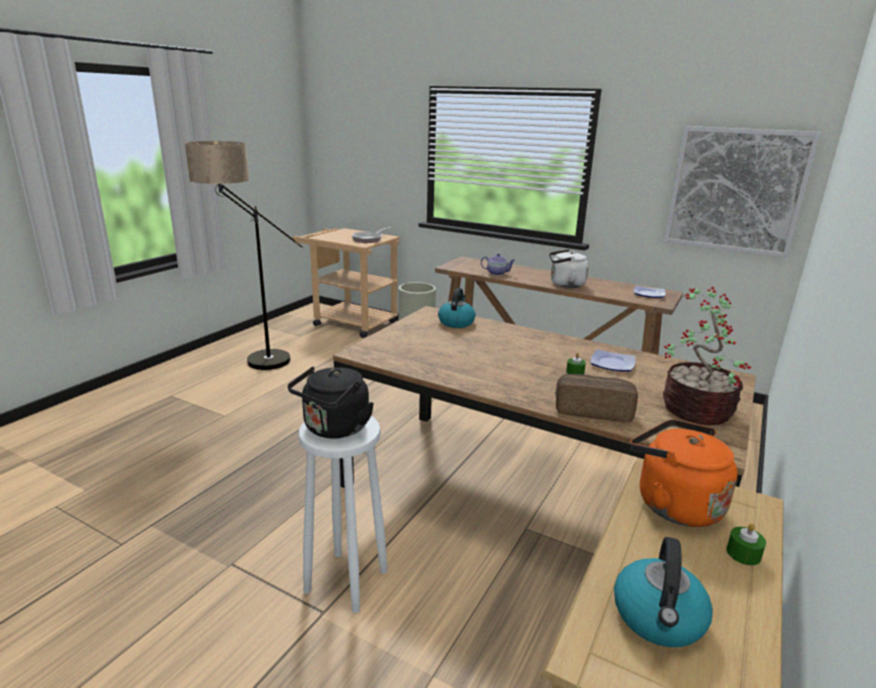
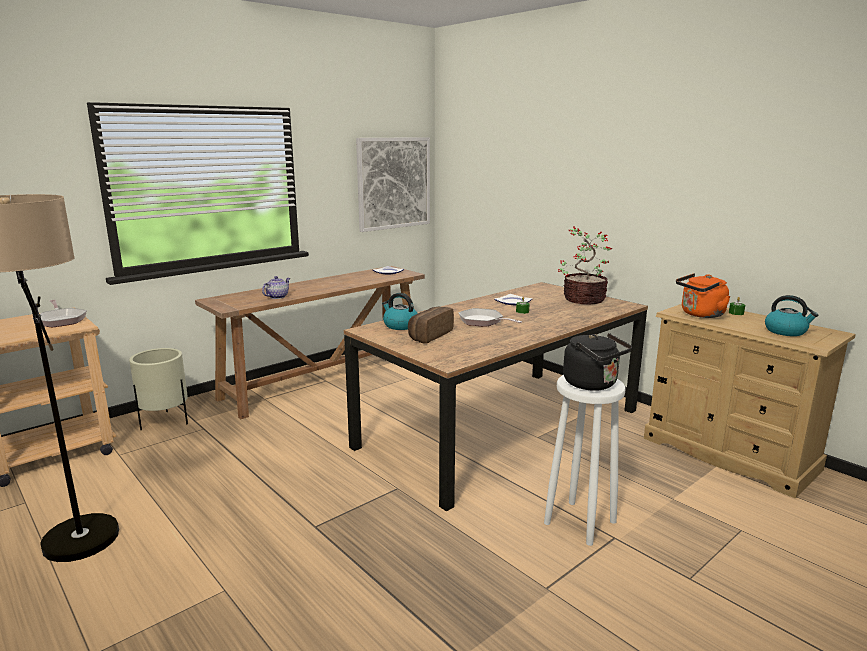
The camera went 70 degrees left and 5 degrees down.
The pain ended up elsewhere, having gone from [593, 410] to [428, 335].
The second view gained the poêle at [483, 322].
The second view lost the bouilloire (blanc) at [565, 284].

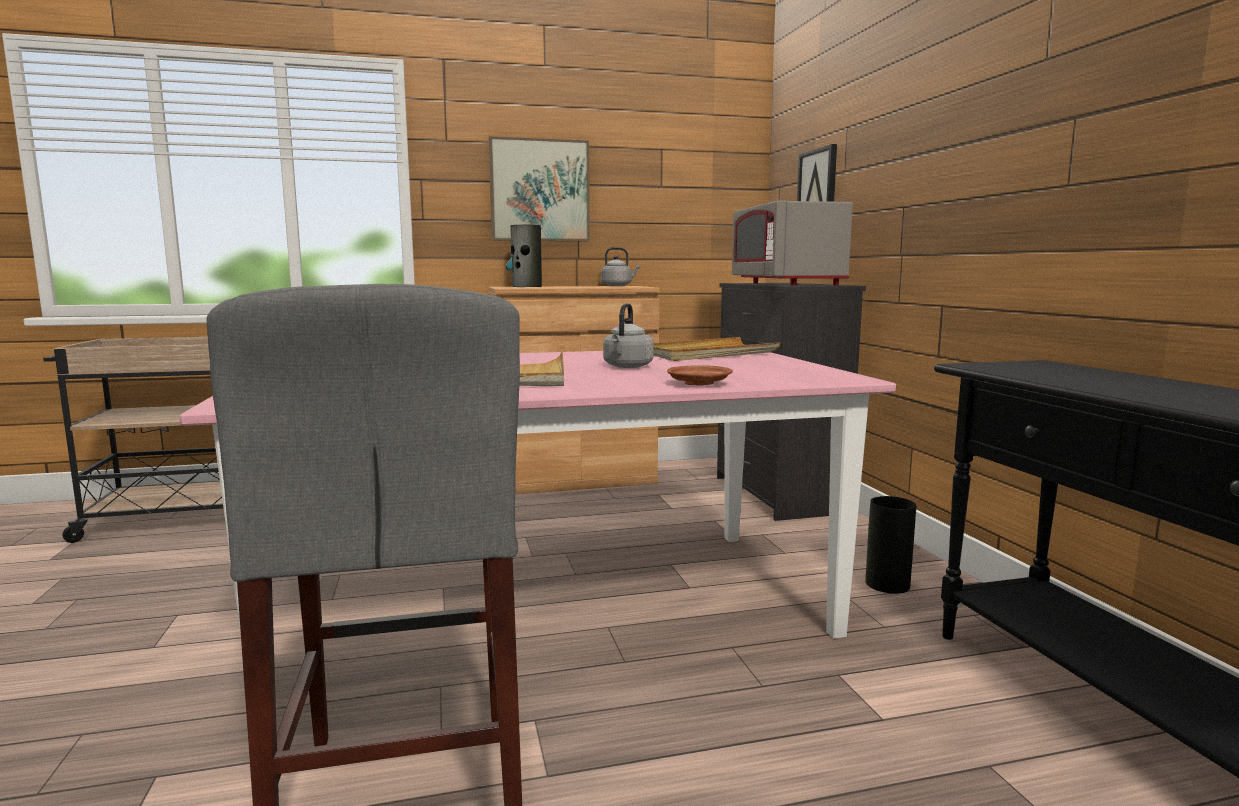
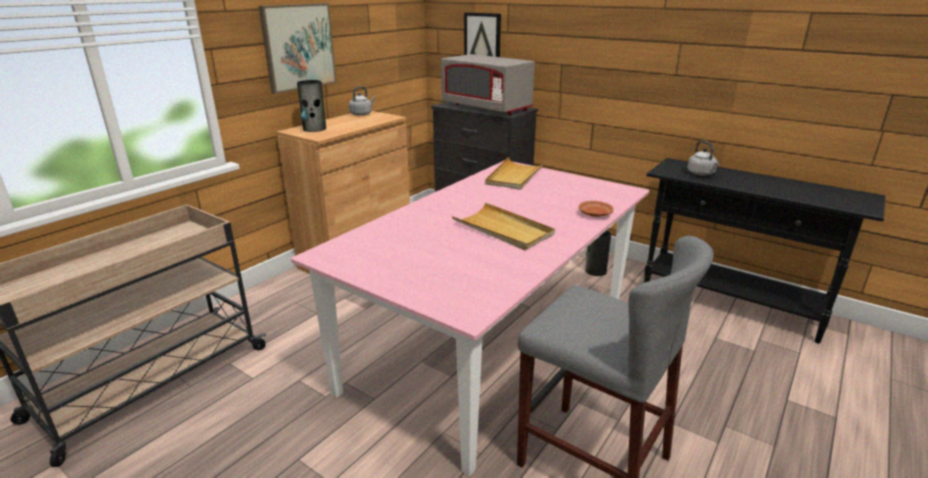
The camera went 40 degrees left and 15 degrees up.
The bouilloire (gris) ended up elsewhere, having gone from [627, 367] to [701, 174].

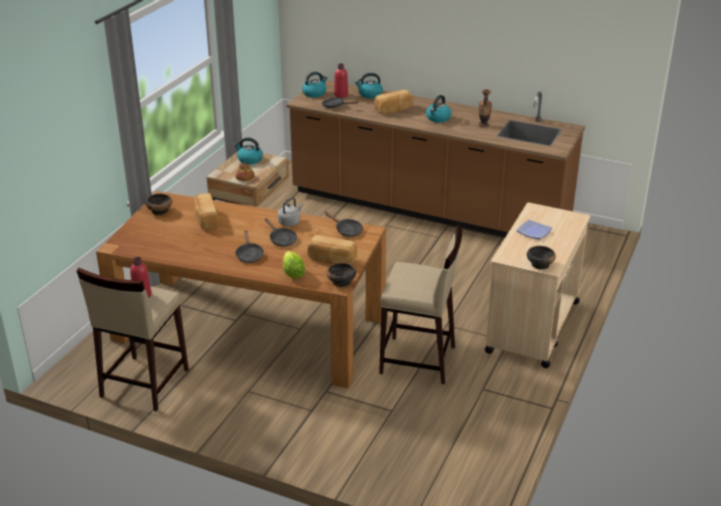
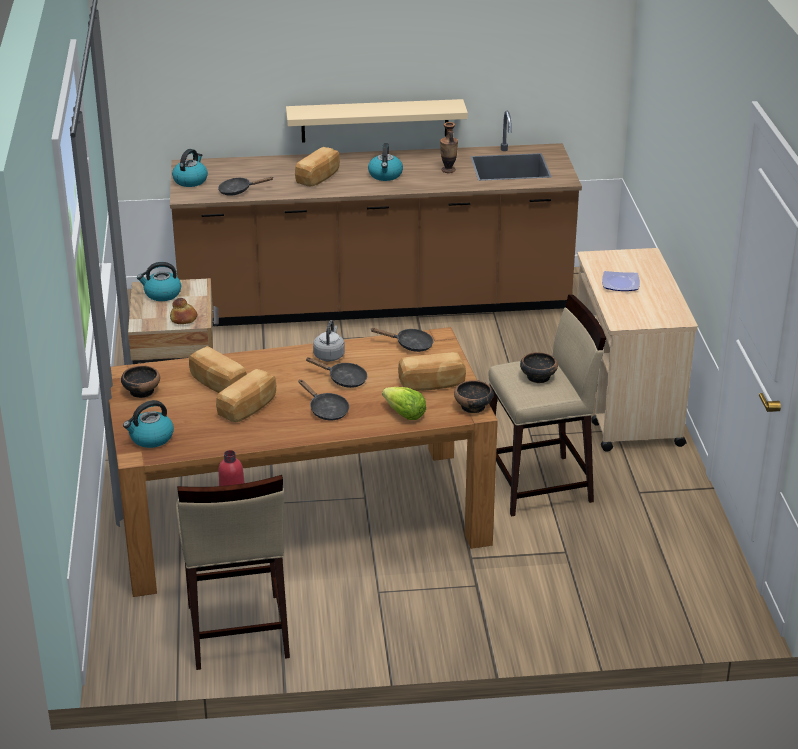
The camera went 30 degrees left and 0 degrees up.
The bouilloire ended up elsewhere, having gone from [369, 94] to [151, 438].
The second view gained the pain at [249, 408].
The second view gained the étagère (beige) at [375, 120].
The bol ended up elsewhere, having gone from [539, 264] to [537, 377].
The second view lost the bouteille (rouge) at [341, 95].

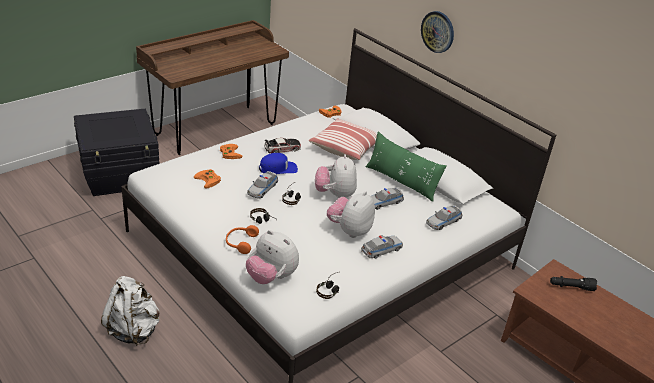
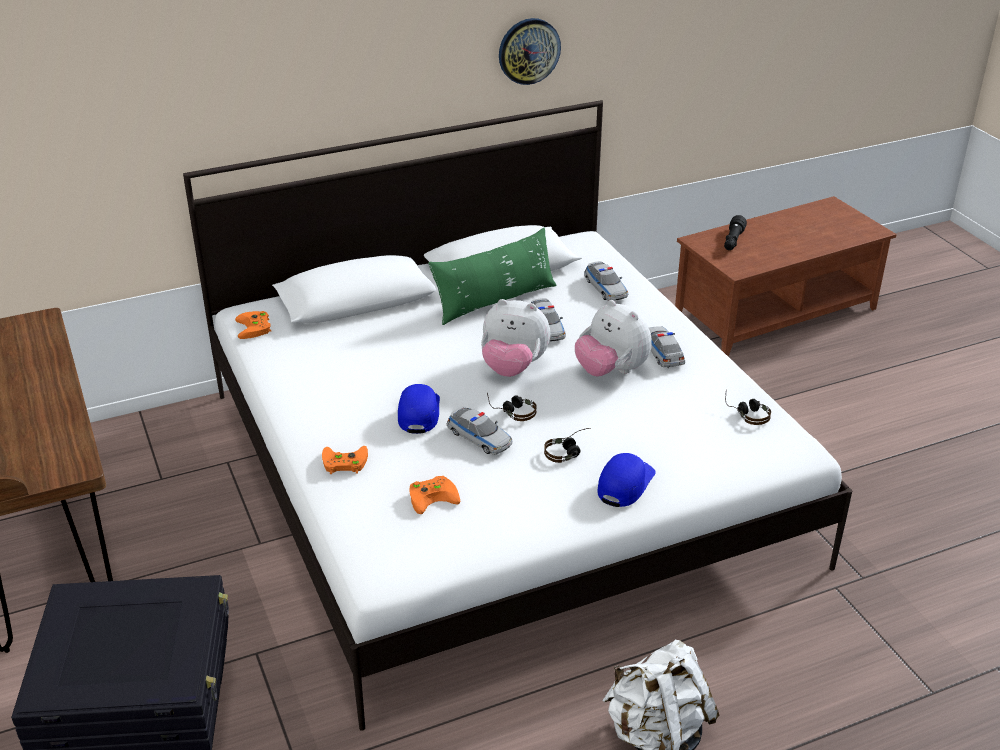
The camera went 70 degrees left and 0 degrees up.
The horloge murale ended up elsewhere, having gone from [438, 32] to [528, 51].
Where the casque audio (orange) stood at [240, 243], the casquette (bleu) came to stand at [625, 483].
The second view lost the peluche at [271, 277].
The second view lost the petite voiture at [282, 148].
The second view lost the coussin at [346, 147].

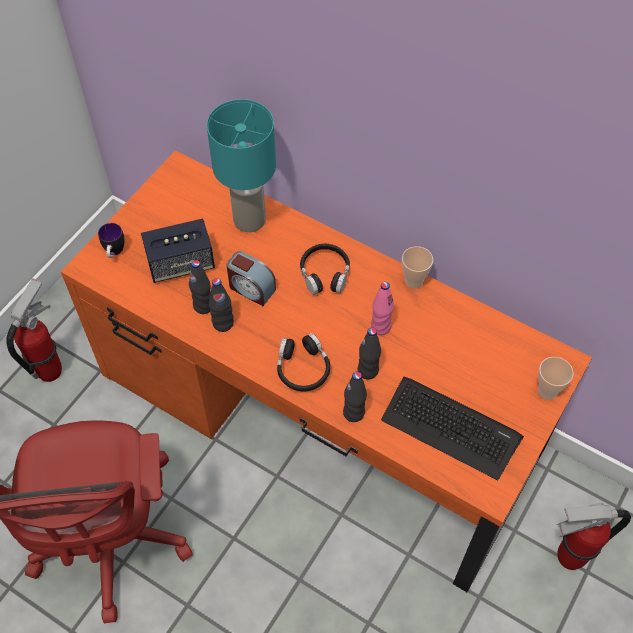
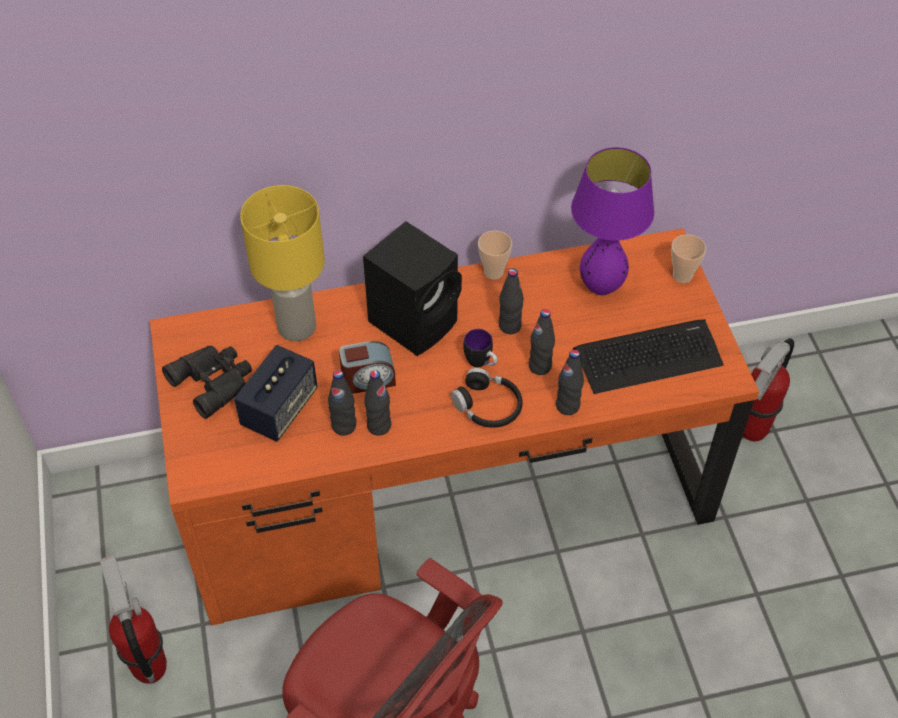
The camera went 45 degrees left and 5 degrees down.
The second view gained the jumelles (noir) at [214, 381].
What was the lampe de table (turquoise) at [250, 220] turned into the lampe de table (jaune) at [297, 326].
Where the casque audio (noir) stood at [325, 274], the enceinte (noir) came to stand at [415, 320].
The mug ended up elsewhere, having gone from [114, 253] to [481, 363].
What was the bouteille (rose) at [380, 327] turned into the bouteille (noir) at [509, 326].
The second view gained the lampe de table (violet) at [601, 287].

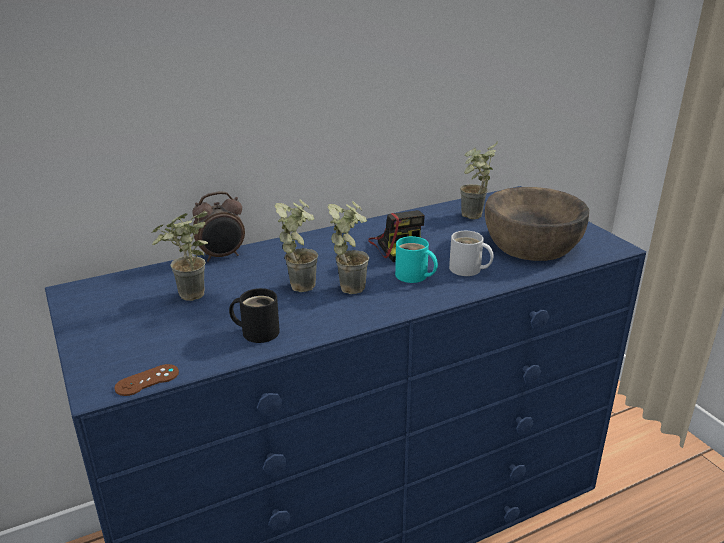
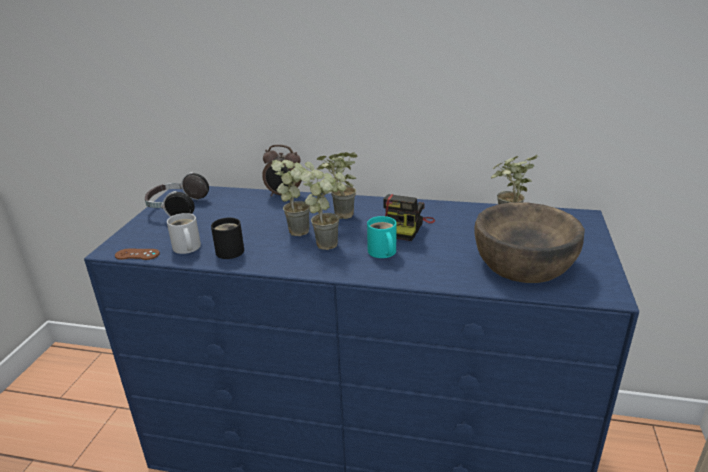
The camera went 40 degrees right and 0 degrees up.
The second view gained the casque audio at [177, 209].
The mug (blanc) ended up elsewhere, having gone from [467, 270] to [186, 248].
The plante en pot ended up elsewhere, having gone from [188, 299] to [339, 216].

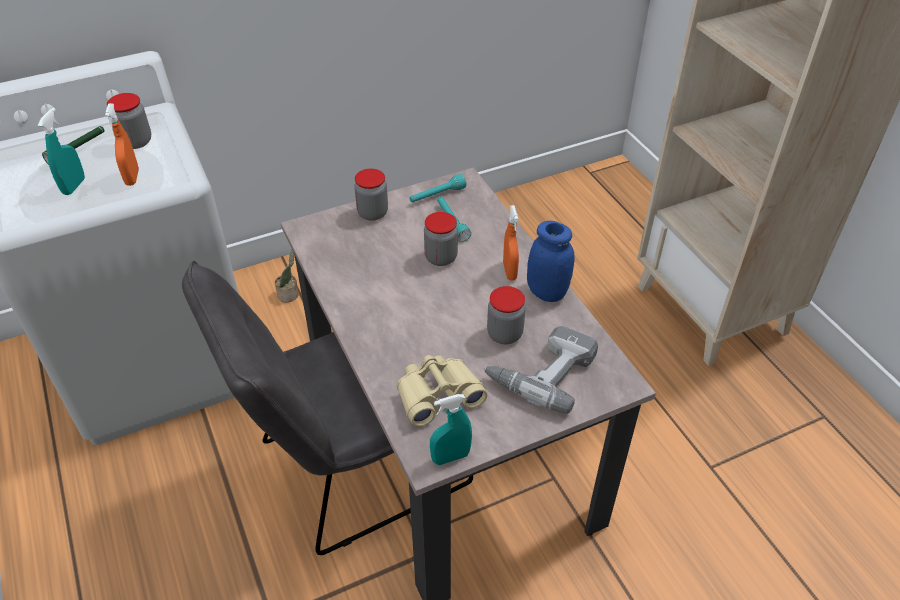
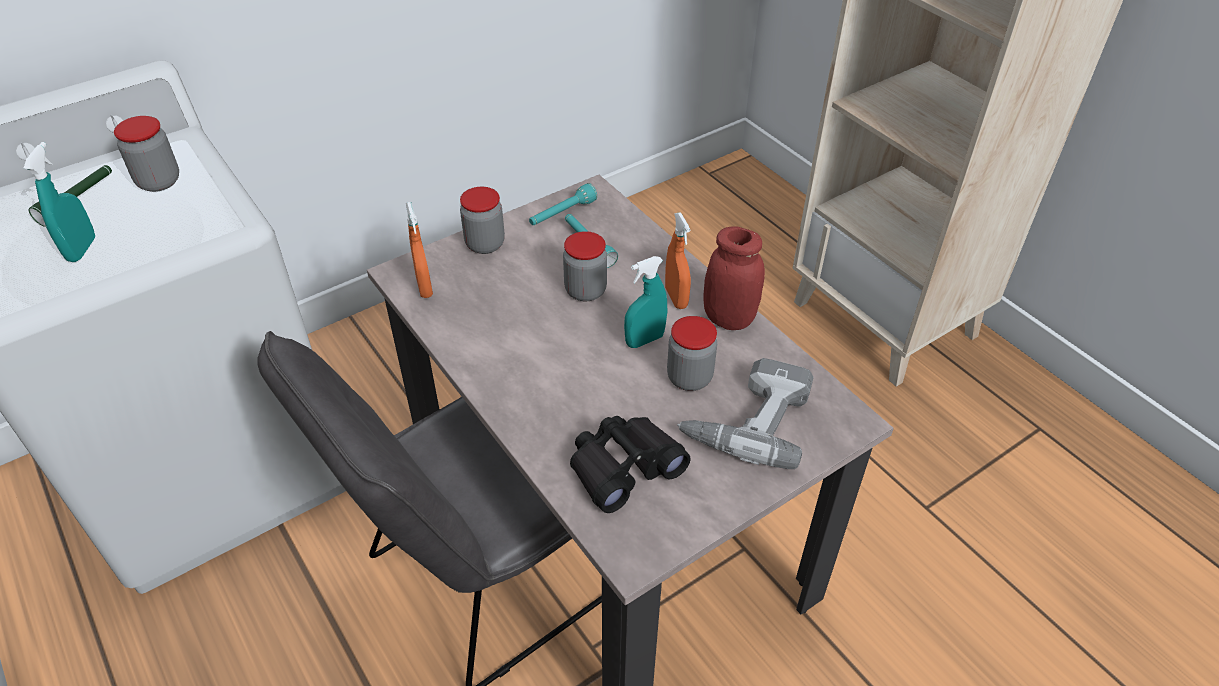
The camera went 10 degrees left and 0 degrees up.
The vaporisateur (orange) ended up elsewhere, having gone from [132, 177] to [424, 287].
What was the jumelles (beige) at [438, 395] turned into the jumelles (noir) at [624, 467].
The vaporisateur (turquoise) ended up elsewhere, having gone from [450, 457] to [644, 340].
What was the bocal (bleu) at [547, 292] turned into the bocal (rouge) at [729, 318].
The second view lost the plante en pot at [289, 294].

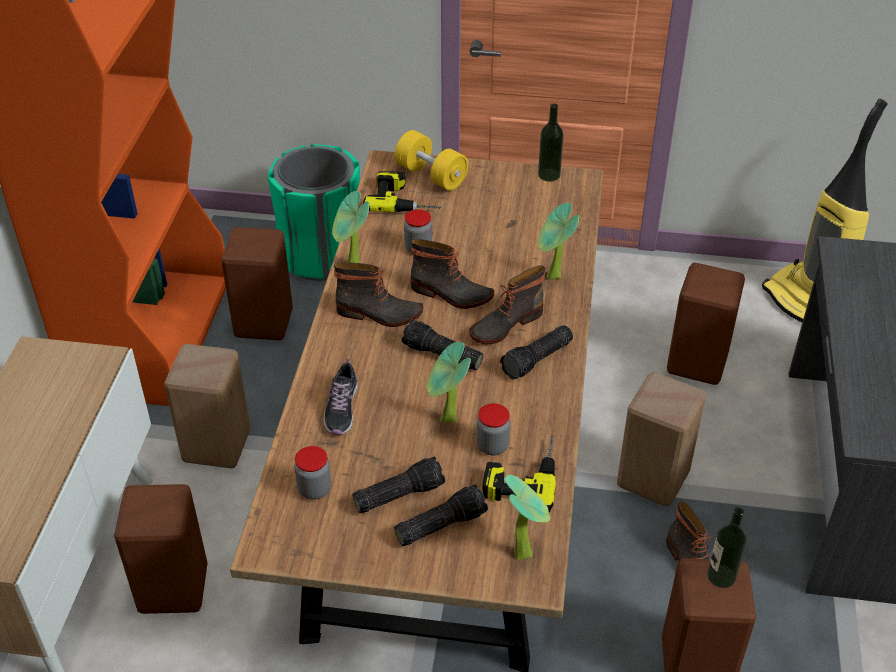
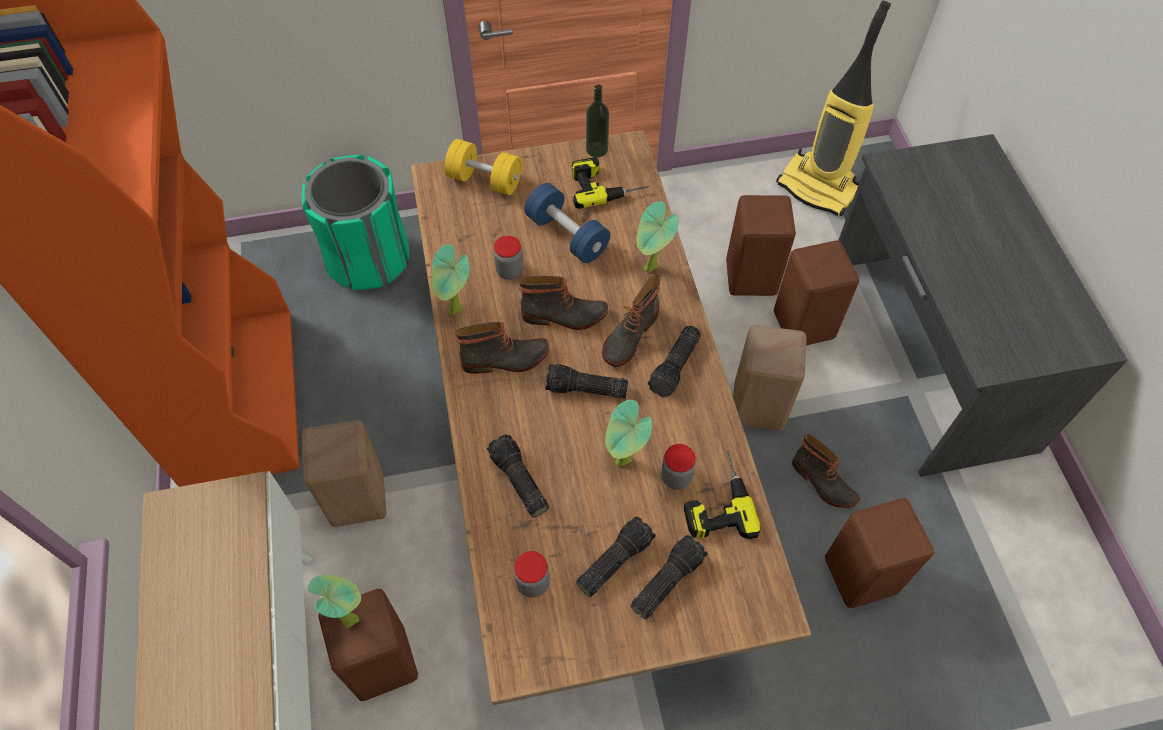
The camera went 20 degrees left and 15 degrees up.
The plante en pot ended up elsewhere, having gone from [524, 551] to [351, 617].
Where the chaussure stood at [341, 408], the lampe de poche came to stand at [518, 481].
The second view gained the haltère (bleu) at [567, 235].
The perceuse ended up elsewhere, having gone from [404, 199] to [606, 184].
The tabouret (marron) ended up elsewhere, having gone from [262, 322] to [801, 324].
The second view lost the bouteille at [721, 576].

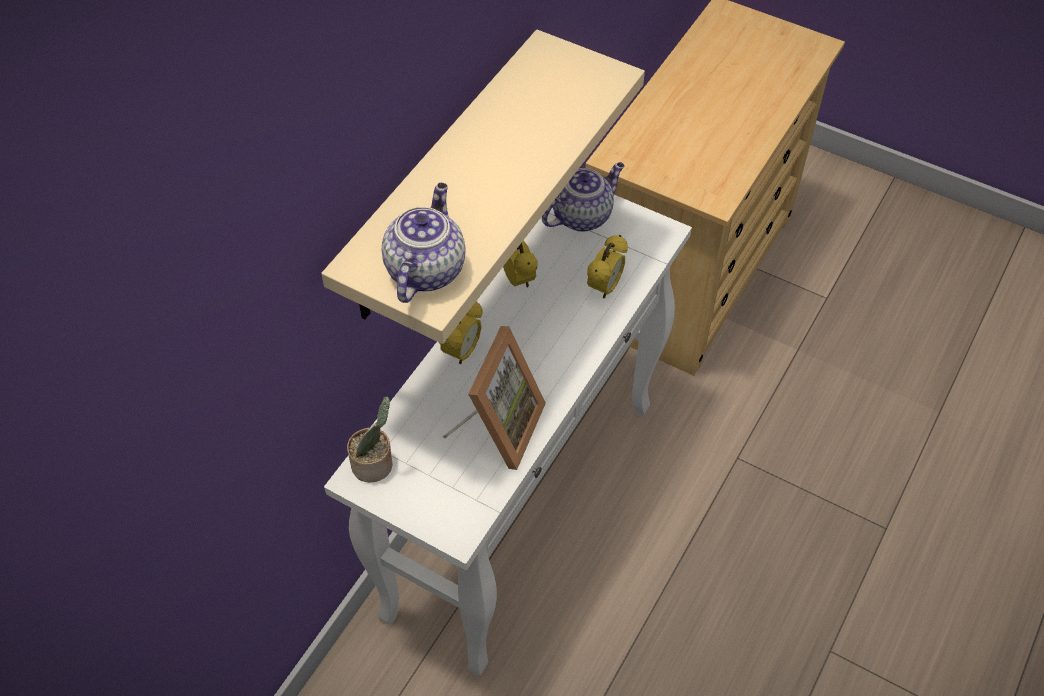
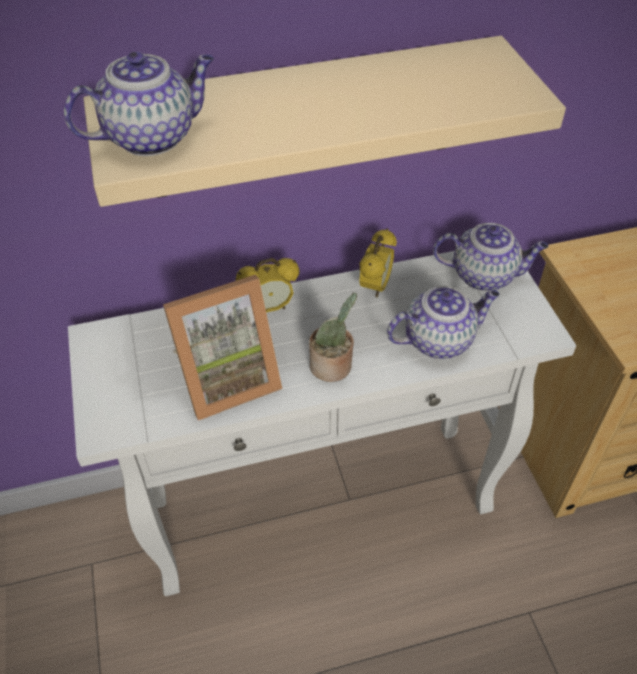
The camera went 45 degrees right and 5 degrees down.
The plante en pot ended up elsewhere, having gone from [375, 464] to [333, 367].
Where the réveil stood at [605, 287], the théière came to stand at [439, 340].

